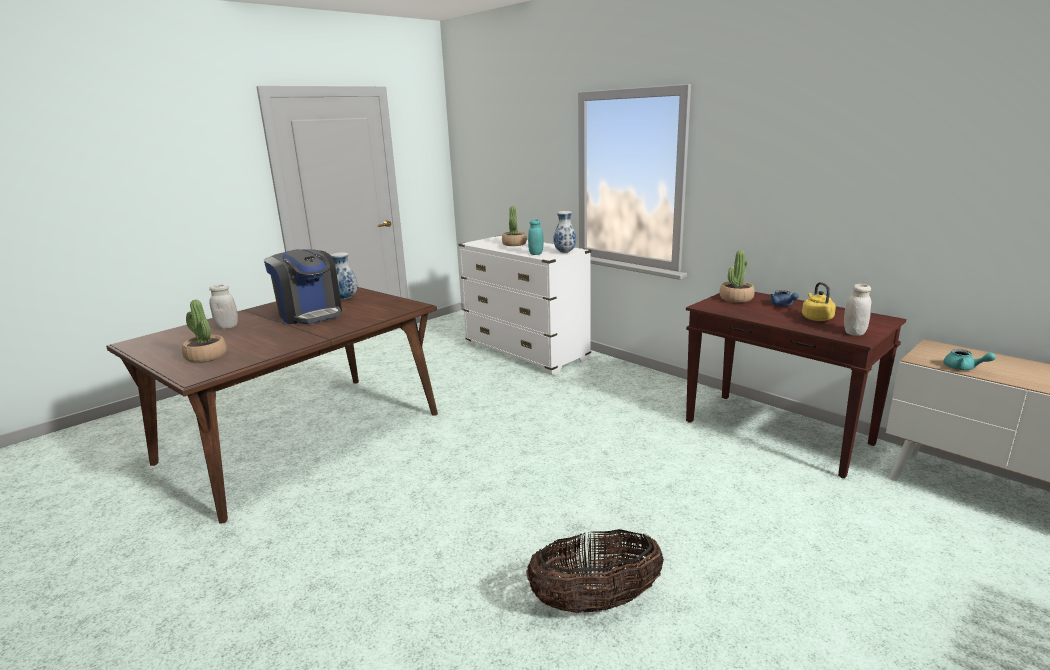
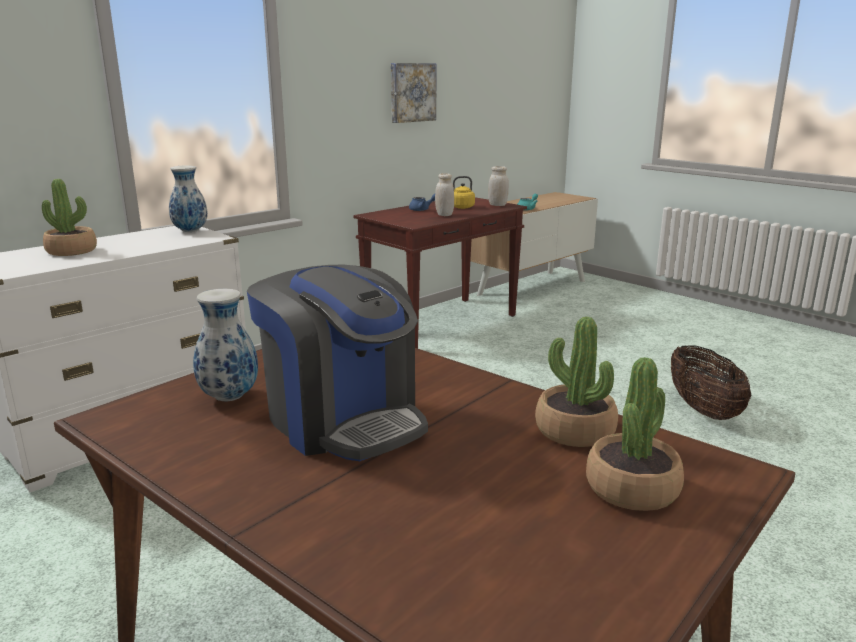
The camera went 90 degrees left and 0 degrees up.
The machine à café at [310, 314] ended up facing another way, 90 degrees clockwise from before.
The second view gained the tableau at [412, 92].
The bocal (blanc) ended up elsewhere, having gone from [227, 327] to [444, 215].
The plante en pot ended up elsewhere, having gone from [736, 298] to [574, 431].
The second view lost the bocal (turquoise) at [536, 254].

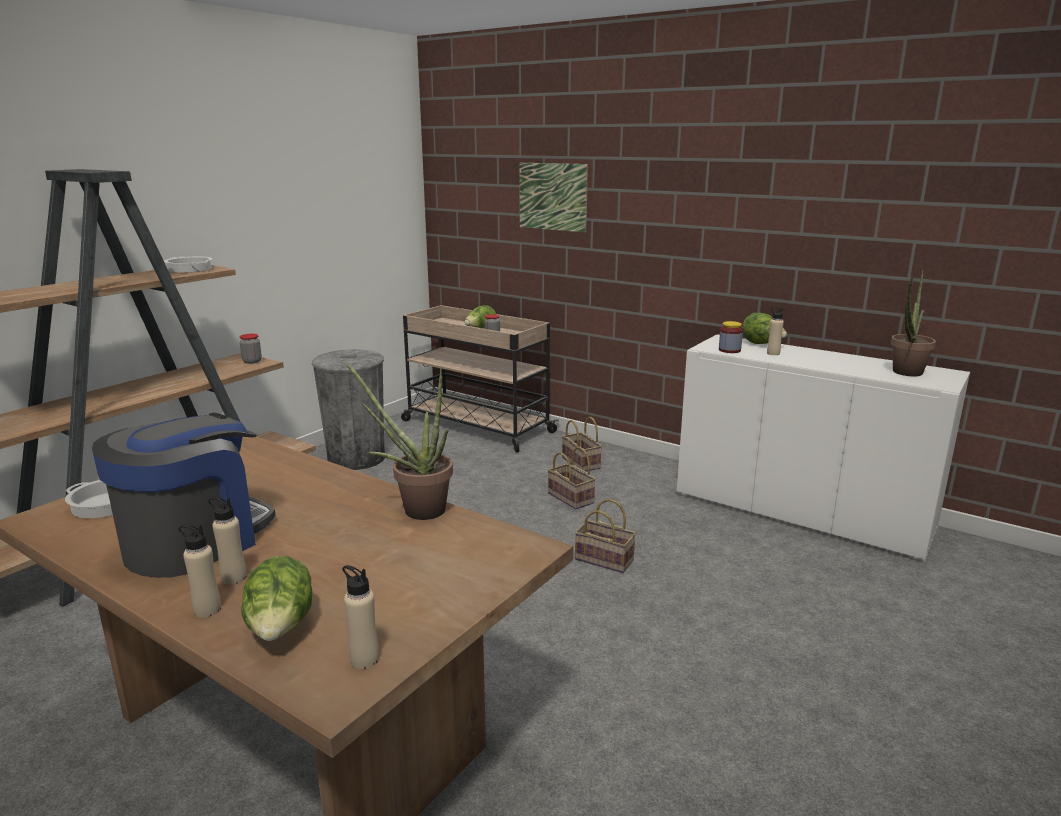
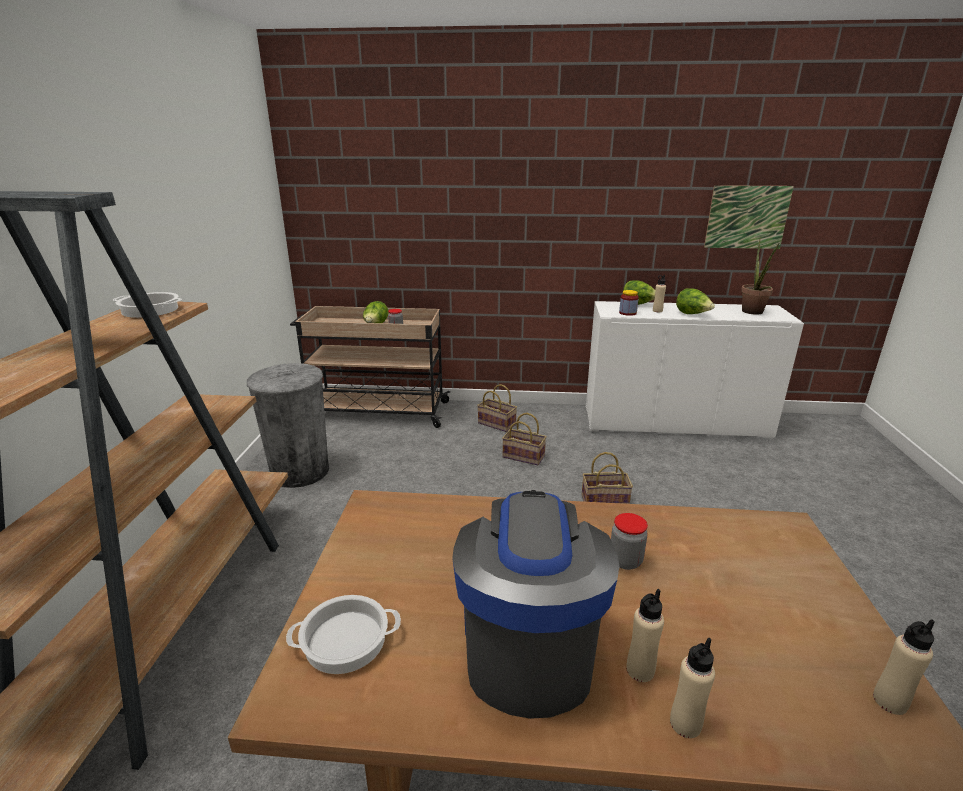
The camera went 30 degrees left and 5 degrees up.
The bocal ended up elsewhere, having gone from [252, 361] to [625, 561].
The laitue ended up elsewhere, having gone from [281, 630] to [692, 314].
The tableau ended up elsewhere, having gone from [552, 196] to [747, 217].
The second view lost the plante en pot at [416, 509].

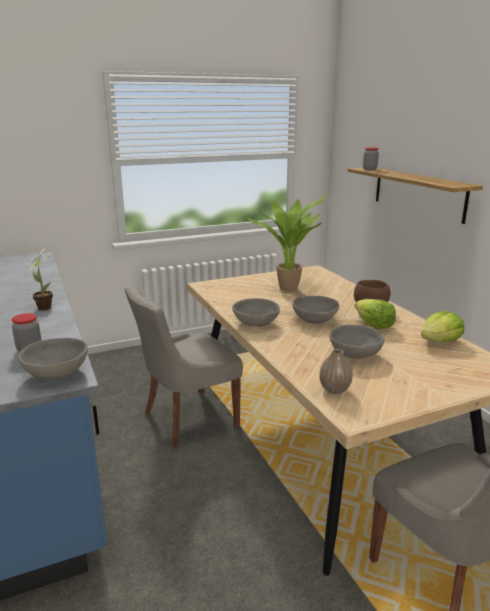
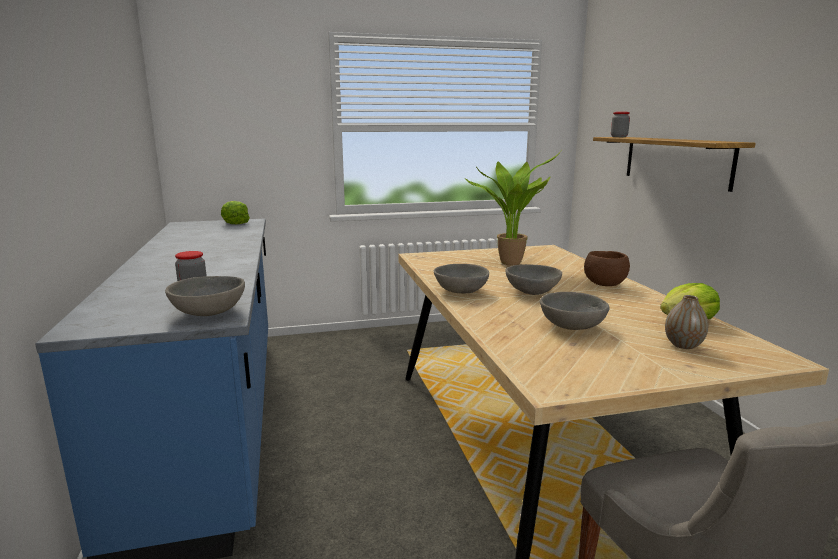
The camera went 10 degrees right and 5 degrees down.
The laitue ended up elsewhere, having gone from [373, 325] to [235, 223].
The vase ended up elsewhere, having gone from [334, 390] to [683, 345].
The second view lost the plante en pot at [44, 307].
The second view lost the chaise (gris) at [188, 419].

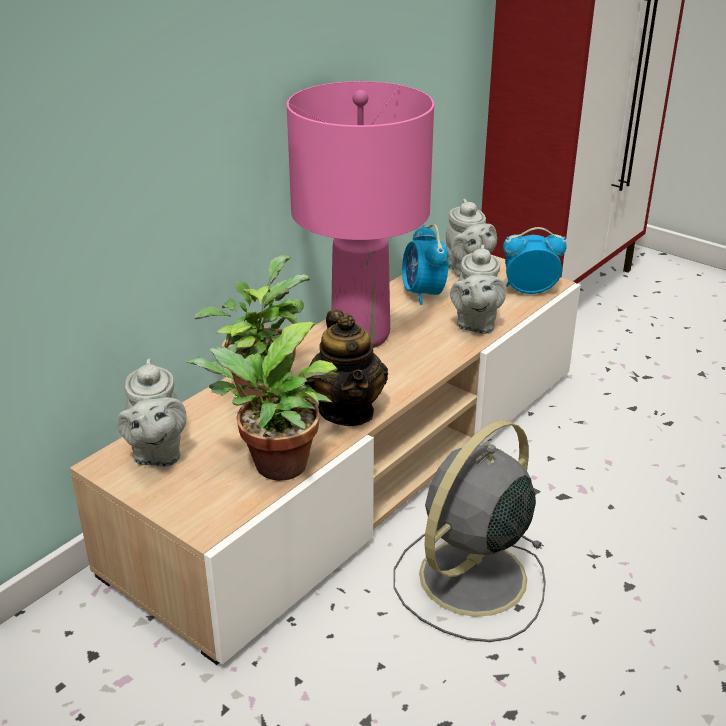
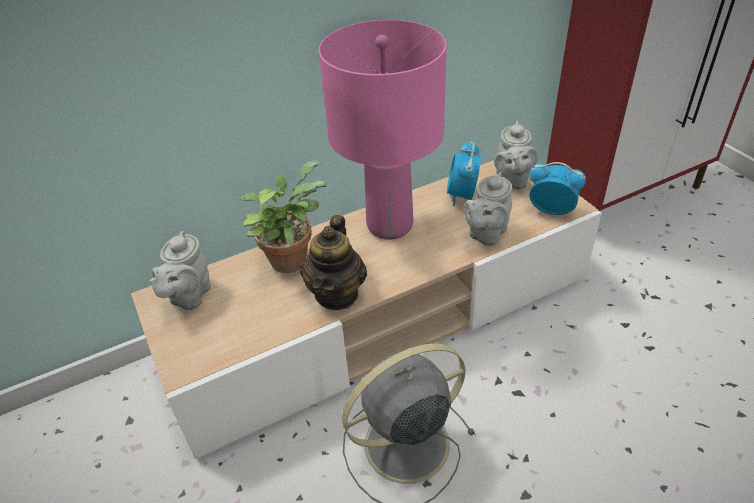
The camera went 25 degrees right and 10 degrees up.
The second view lost the plante en pot at [274, 468].

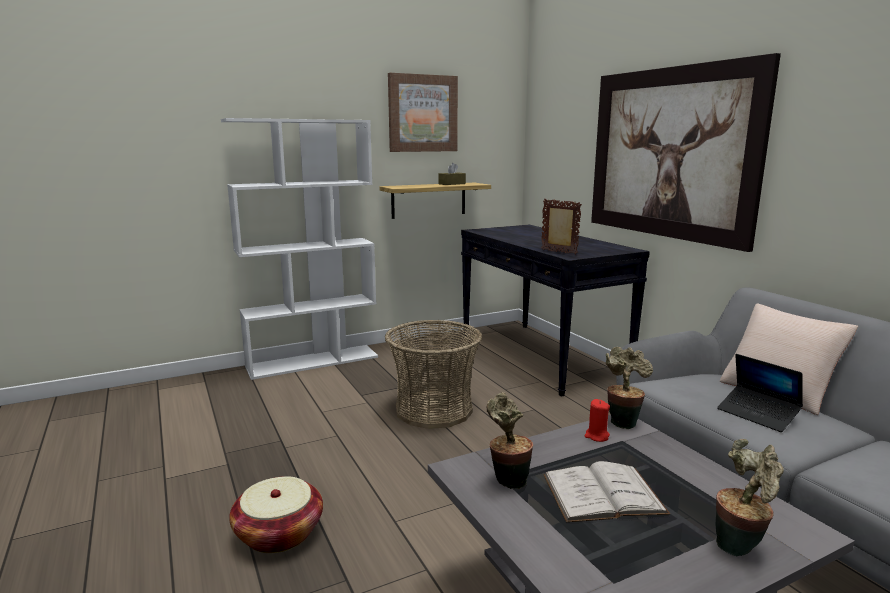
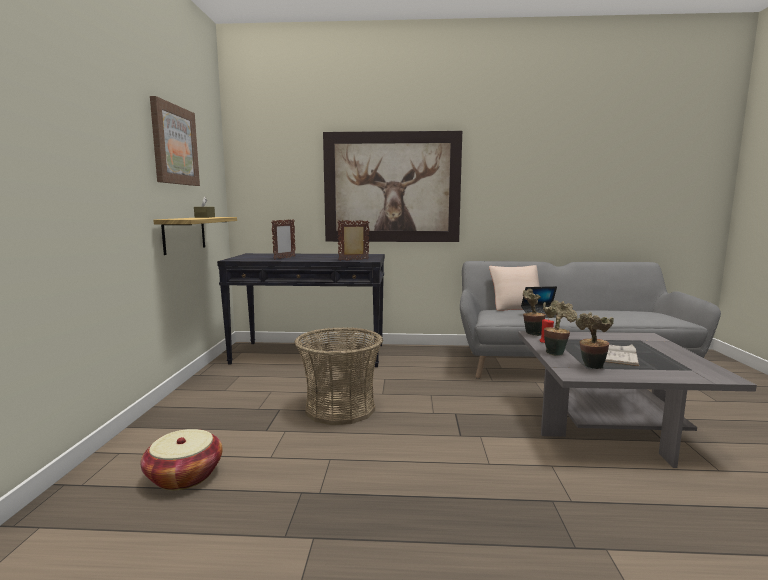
The camera went 60 degrees left and 5 degrees down.
The panier ended up elsewhere, having gone from [279, 534] to [184, 476].
The second view gained the cadre photo at [284, 258].
The plante en pot ended up elsewhere, having gone from [740, 546] to [555, 352].
The second view lost the bibliothèque (blanc) at [313, 361].

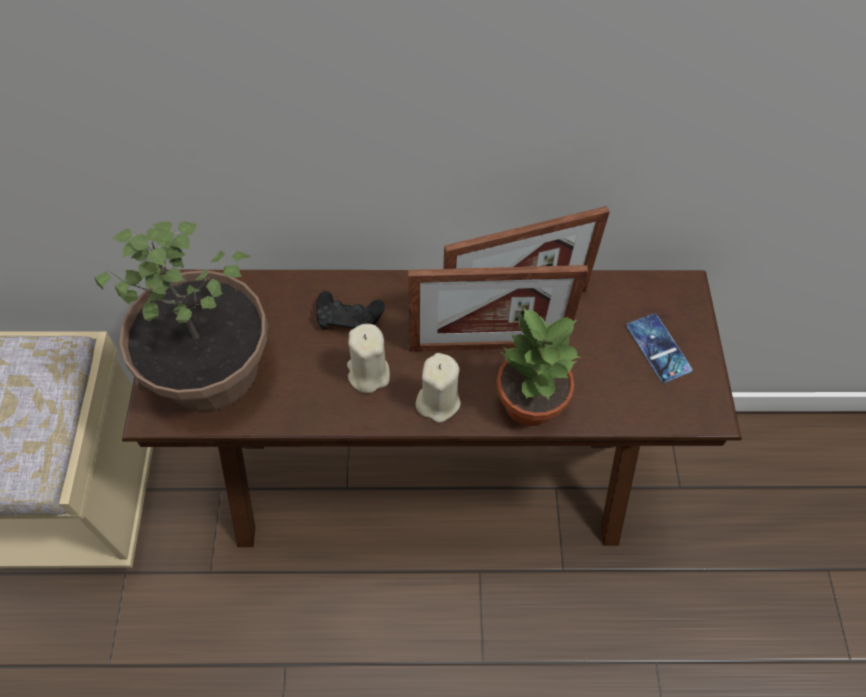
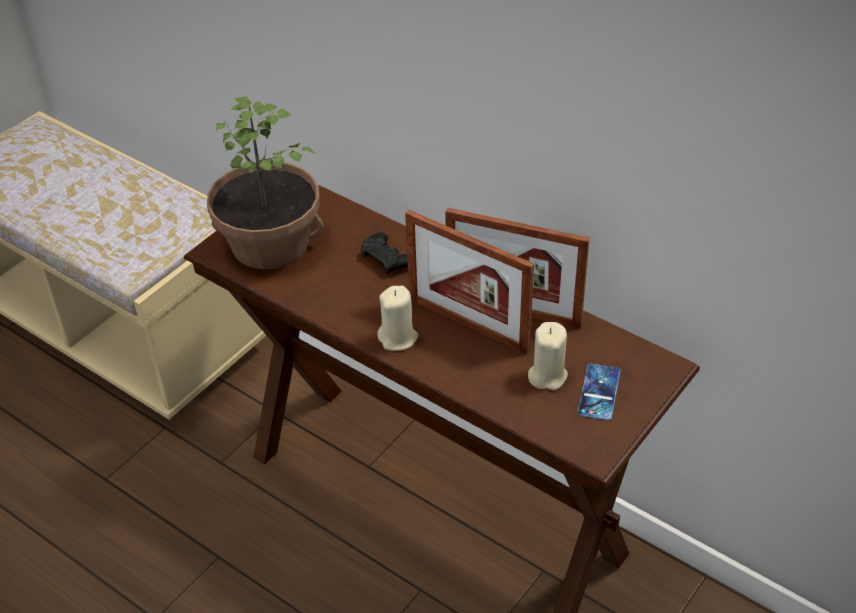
The camera went 40 degrees right and 15 degrees down.
The bougie (beige) ended up elsewhere, having gone from [368, 373] to [547, 375].
The second view lost the plante en pot at [528, 402].

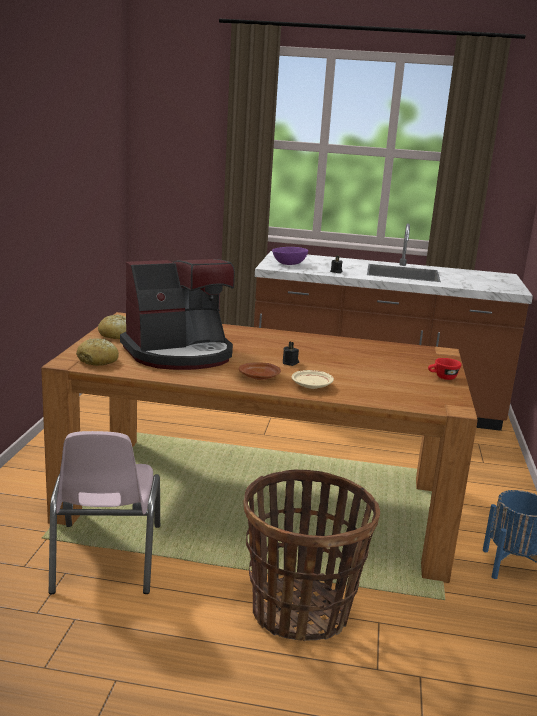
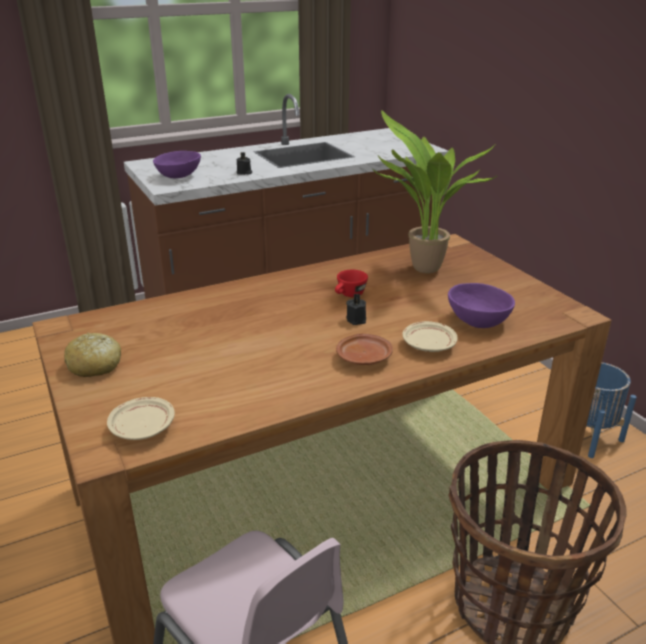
The camera went 35 degrees left and 10 degrees up.
Where the pain stood at [98, 361], the assiette (beige) came to stand at [142, 427].
The tasse (rouge) ended up elsewhere, having gone from [442, 377] to [349, 295].
The second view gained the plante en pot at [422, 270].
The second view gained the bol (violet) at [477, 321].
The second view lost the machine à café at [179, 353].

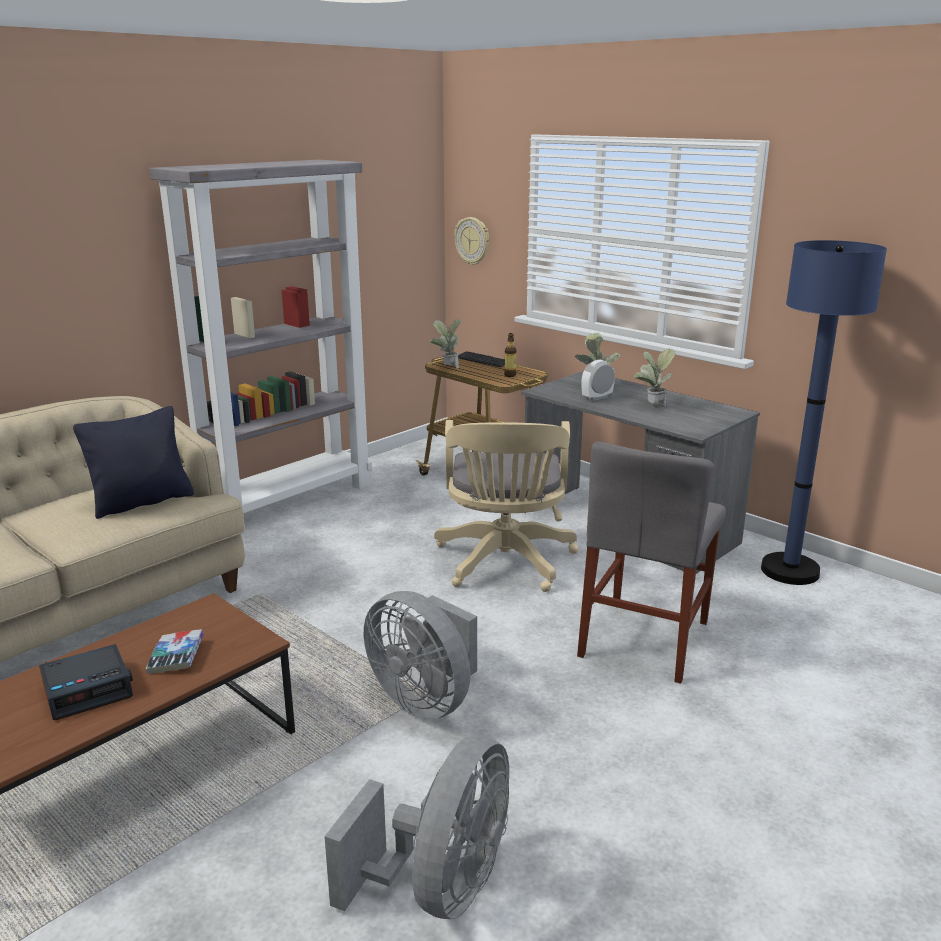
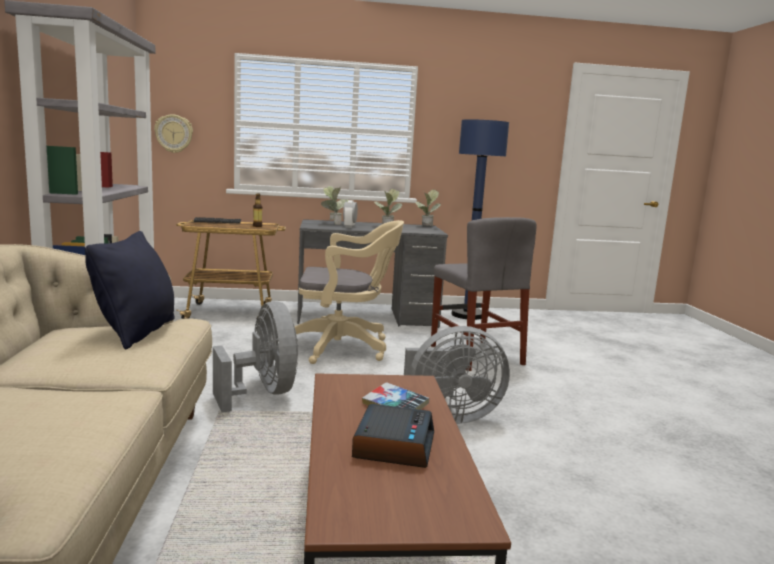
The camera went 50 degrees left and 10 degrees down.
The ventilateur (gris) ended up elsewhere, having gone from [441, 887] to [263, 393].
The chaise de bureau (beige) at [505, 564] ended up facing another way, 45 degrees counterclockwise from before.
The plante en pot ended up elsewhere, having gone from [447, 368] to [426, 226].

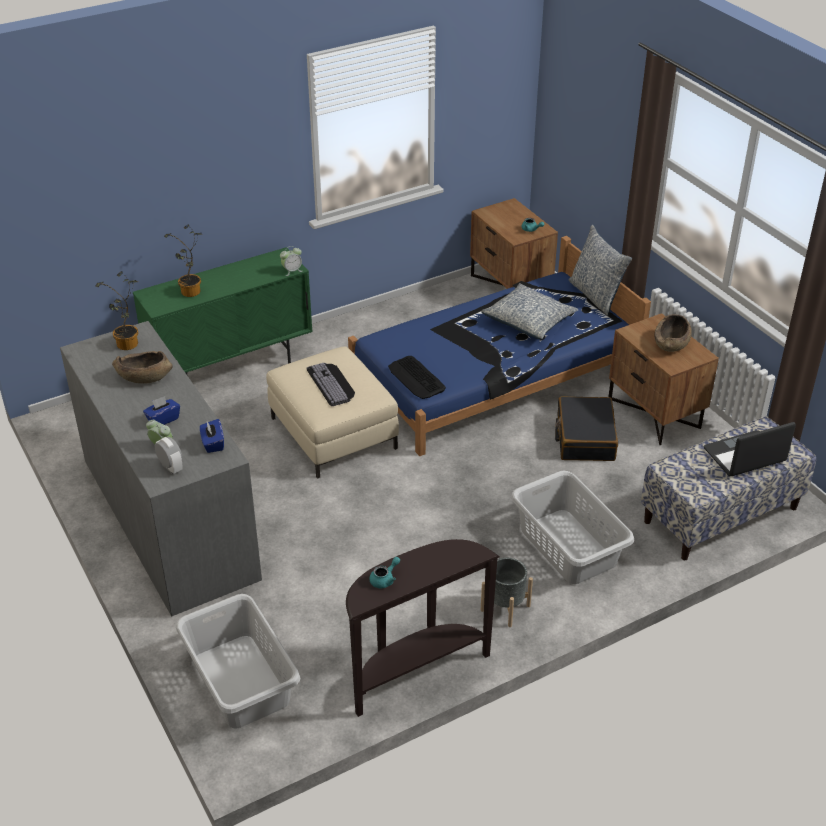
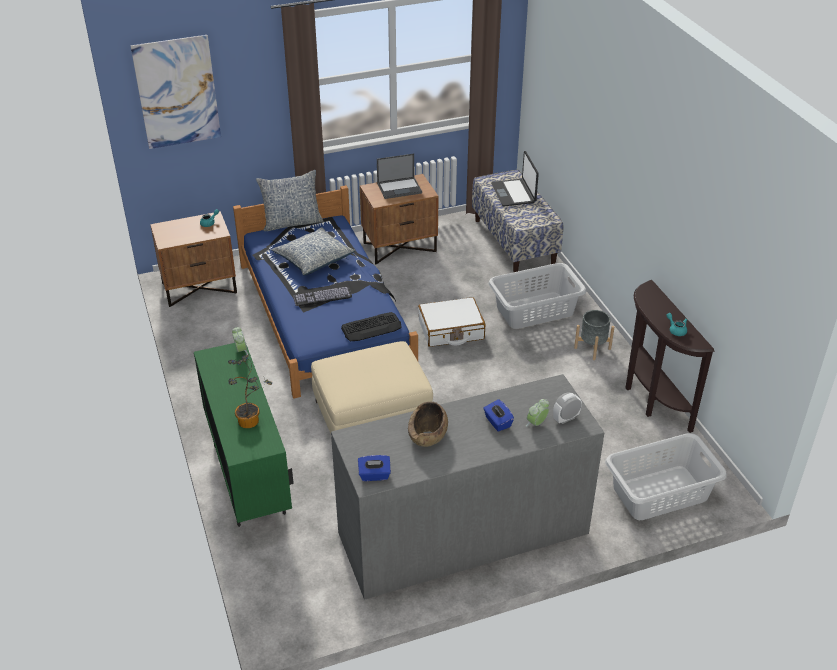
The camera went 80 degrees left and 0 degrees up.
The second view gained the tableau at [177, 92].
The clavier ended up elsewhere, having gone from [332, 383] to [322, 294].
The boîte à mouchoirs (bleu) ended up elsewhere, having gone from [213, 444] to [374, 475].
Where the bol (marron) stood at [671, 343], the ordinateur portable came to stand at [400, 188].
The second view gained the valise (blanc) at [451, 330].
The second view lost the plante en pot at [127, 346].
The second view lost the valise (noir) at [585, 438].

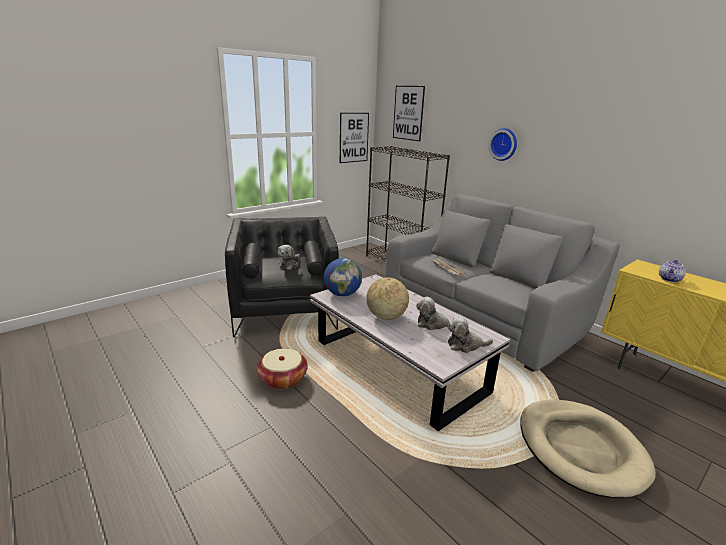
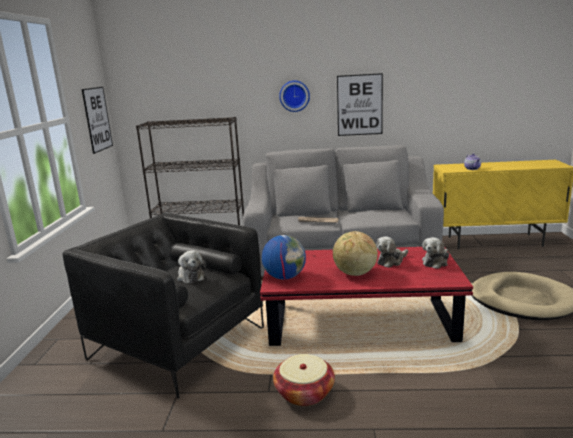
The camera went 45 degrees left and 5 degrees down.
What was the table basse (blanc) at [398, 366] turned into the table basse (rouge) at [361, 323].
The tableau ended up elsewhere, having gone from [408, 113] to [359, 105].

